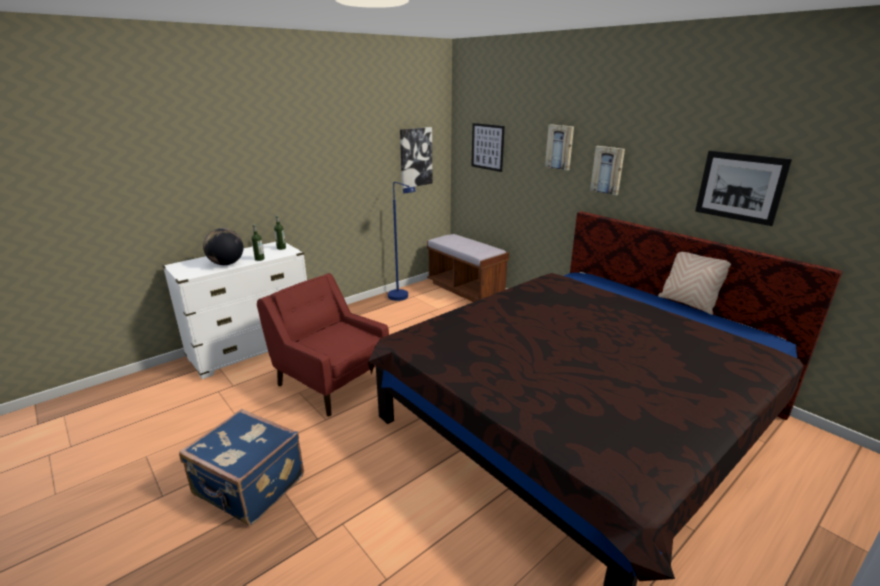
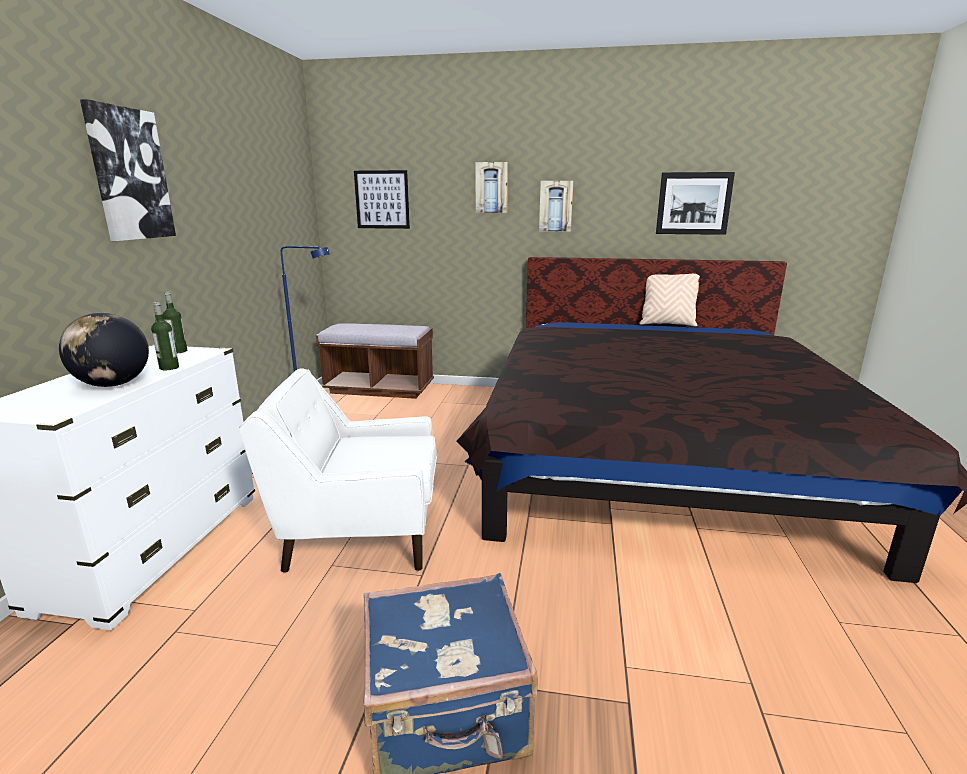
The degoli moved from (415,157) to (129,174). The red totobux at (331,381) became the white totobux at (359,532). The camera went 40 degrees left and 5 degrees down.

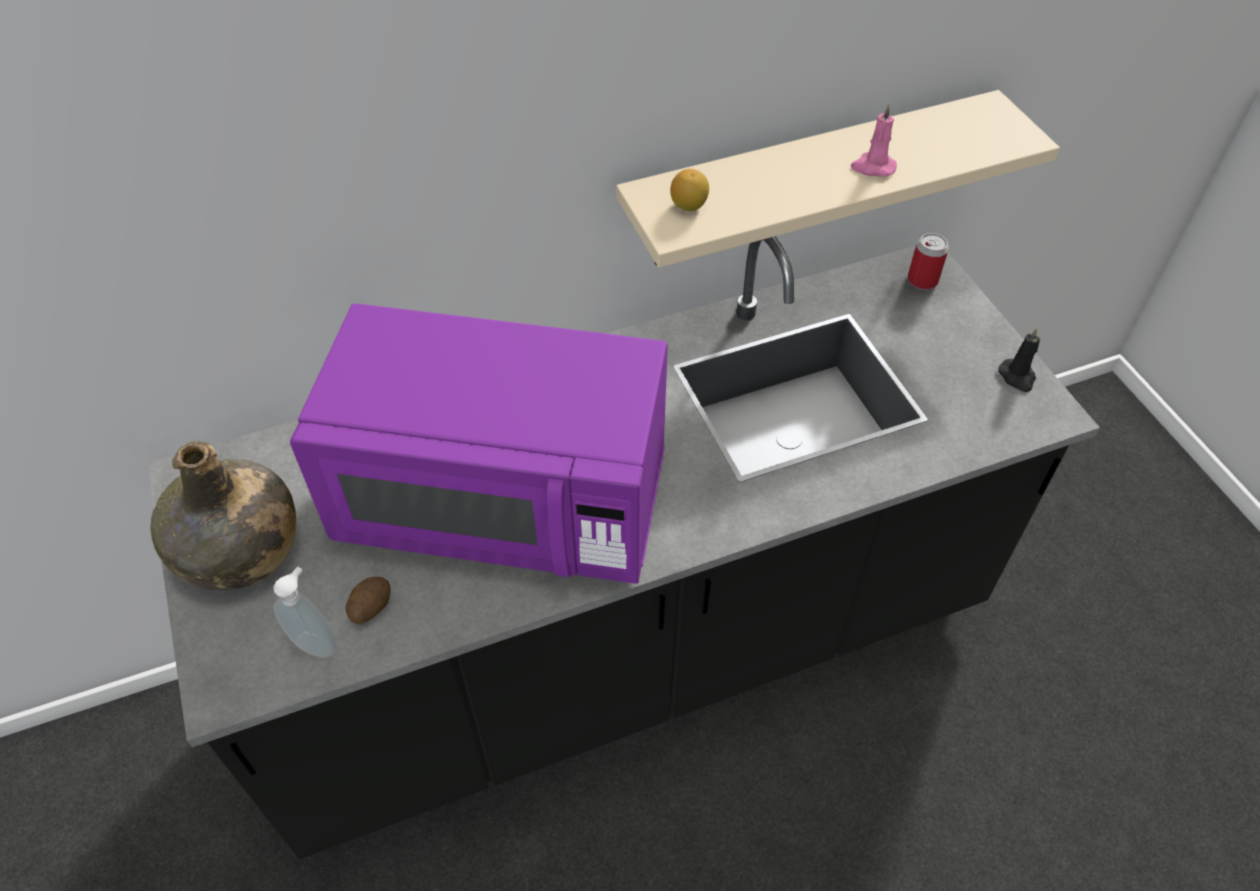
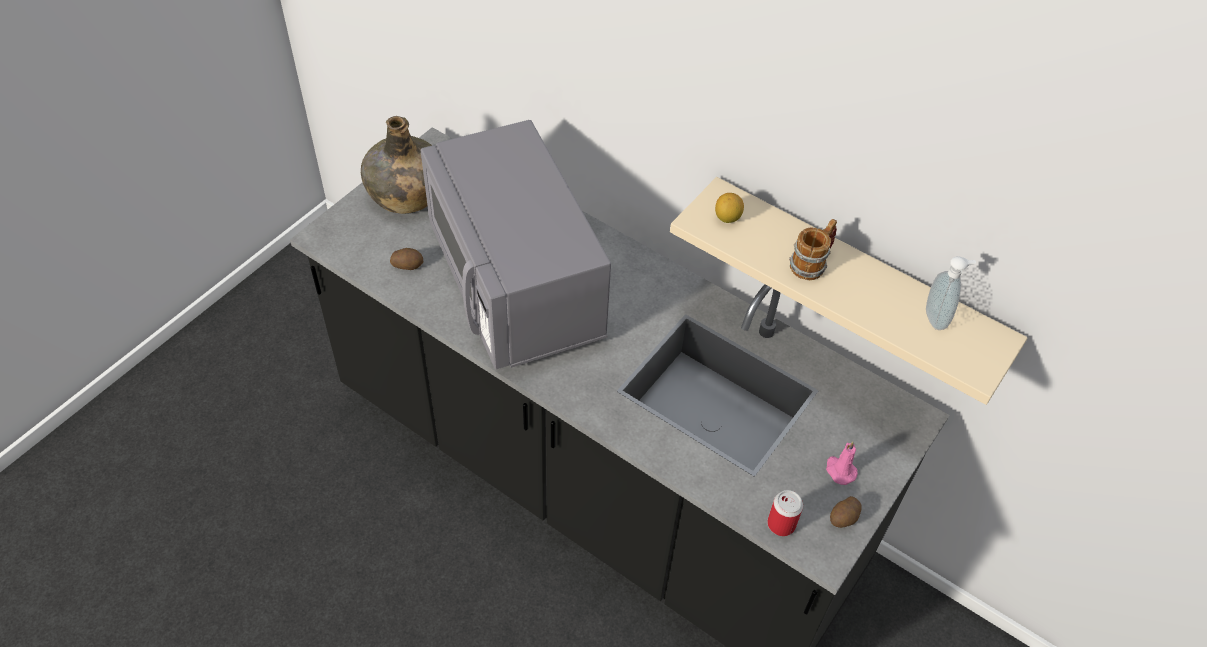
The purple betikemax at (504,502) became the grey betikemax at (515,285). The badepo moved from (922,280) to (781,524). The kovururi at (812,263) appeared. The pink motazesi moved from (872,167) to (839,470). The black motazesi at (1017,377) was replaced by the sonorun at (844,518). The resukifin moved from (316,642) to (937,318). The camera went 55 degrees right and 0 degrees up.

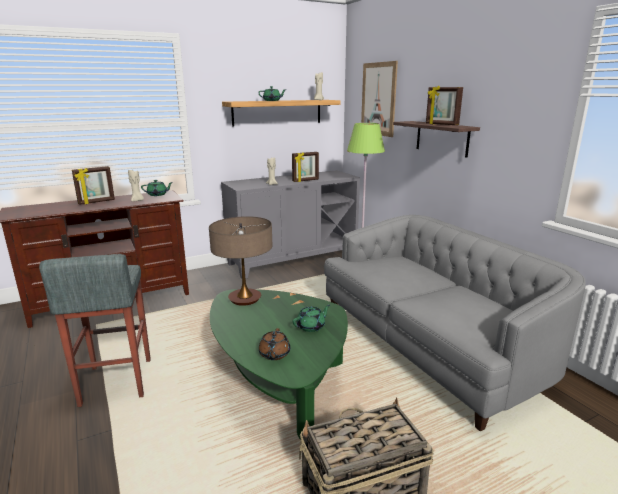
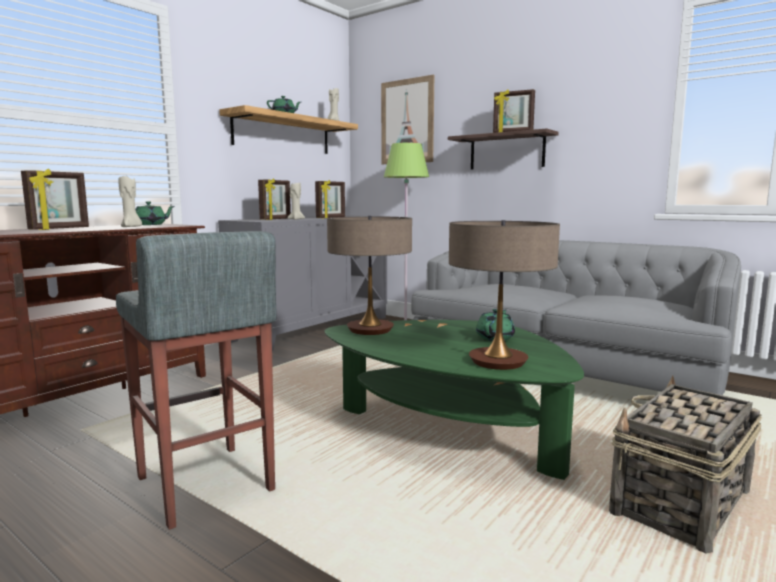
The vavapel at (276,219) appeared. The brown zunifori at (274,354) was replaced by the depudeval at (498,361). The camera went 25 degrees left and 10 degrees down.

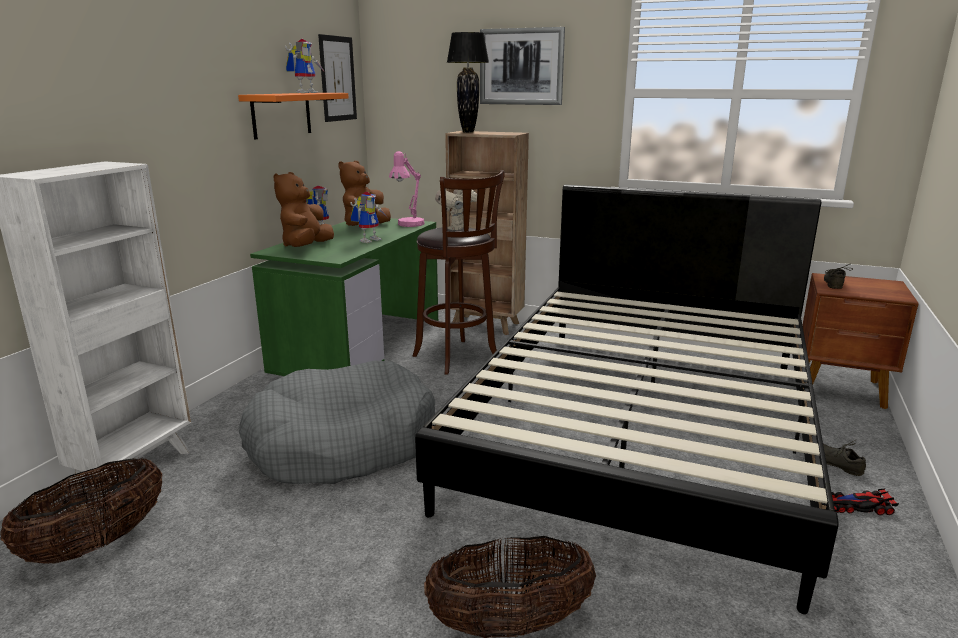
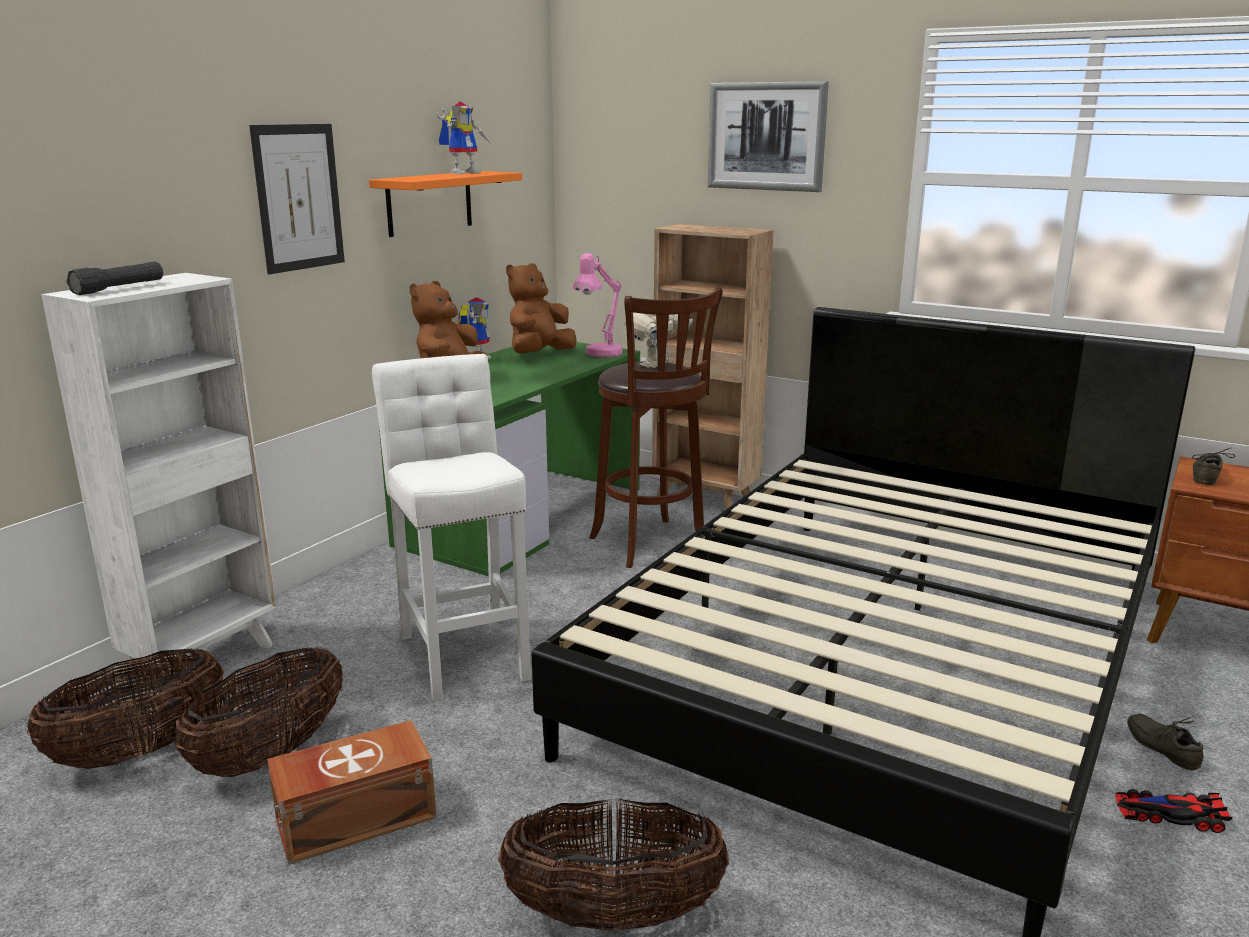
The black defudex at (119,289) appeared. The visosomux at (270,754) appeared. The degoli moved from (337,79) to (298,197). The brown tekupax at (353,817) appeared. The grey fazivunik at (342,443) was replaced by the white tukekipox at (464,652). The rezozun at (369,240) disappeared. The black depudeval at (468,132) disappeared. The camera went 10 degrees right and 0 degrees up.

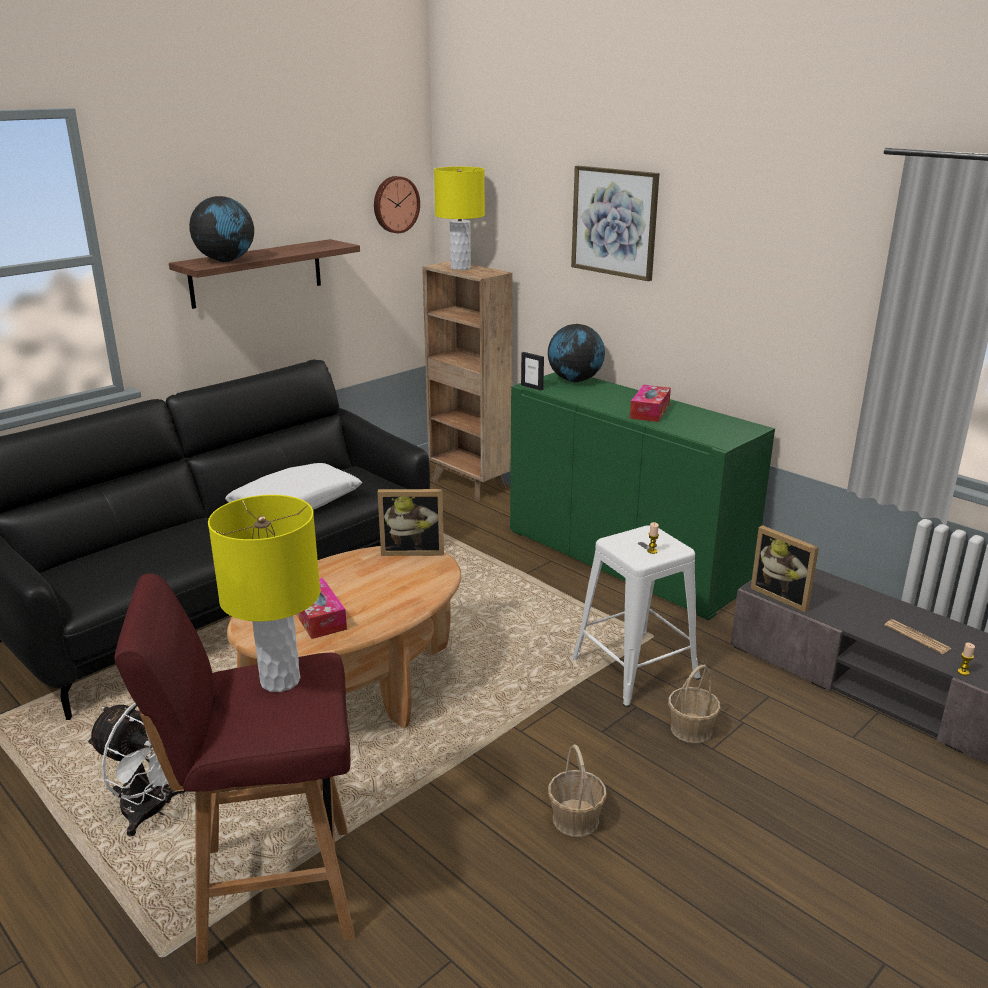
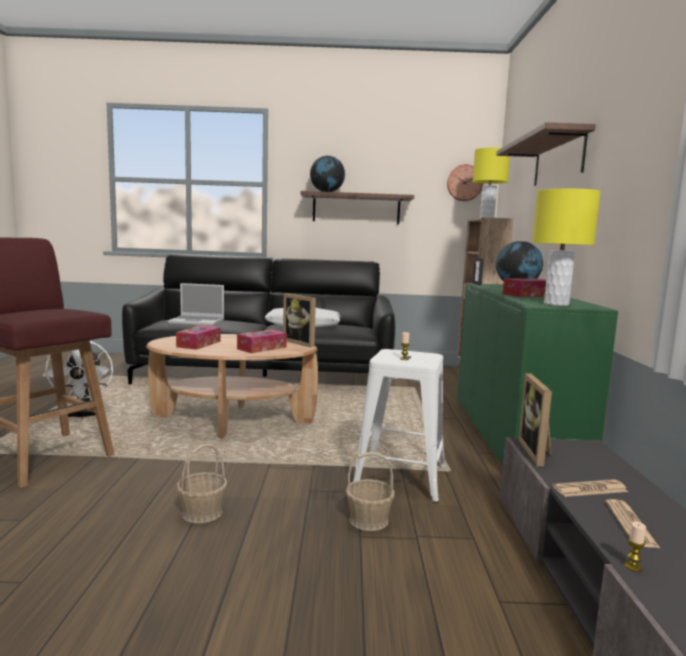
The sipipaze at (197,322) appeared. The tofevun at (262,348) appeared. The degoli at (614,222) was replaced by the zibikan at (558,160). The yellow depudeval moved from (279,680) to (556,304). The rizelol at (590,489) appeared. The camera went 45 degrees right and 15 degrees down.

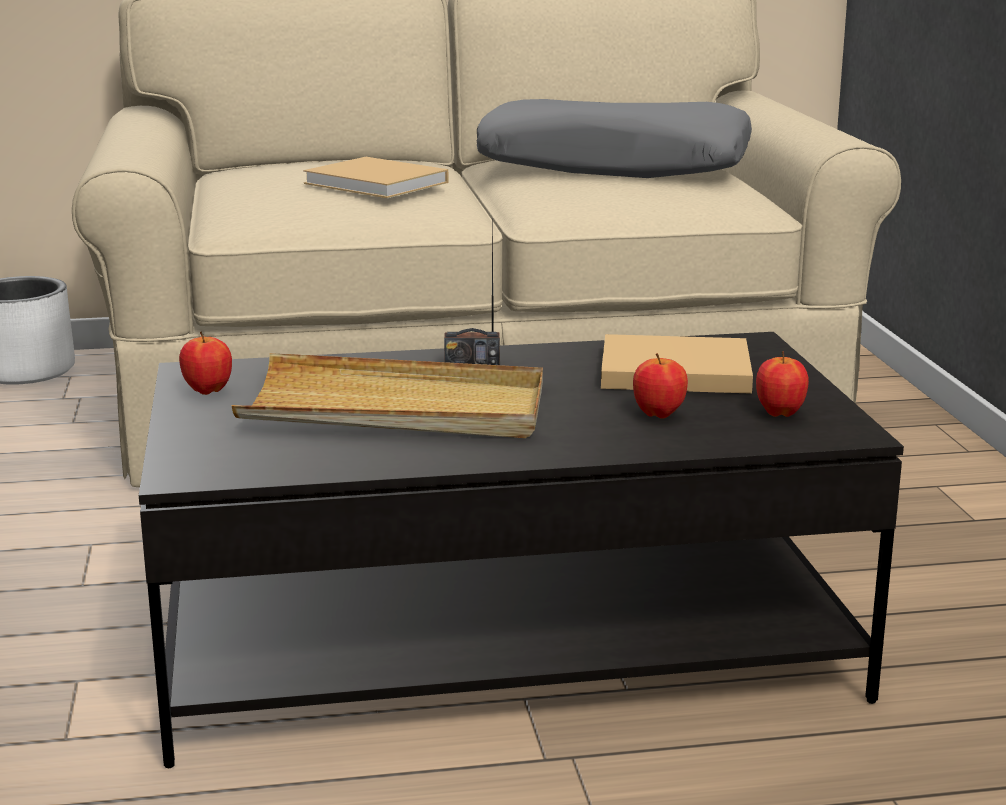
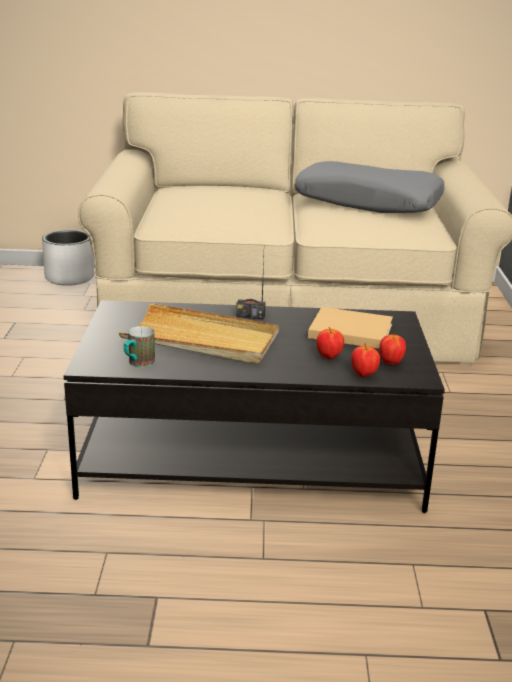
The kovururi at (138,364) appeared. The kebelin moved from (207,391) to (364,375). The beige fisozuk at (379,183) disappeared. The camera went 10 degrees right and 5 degrees up.

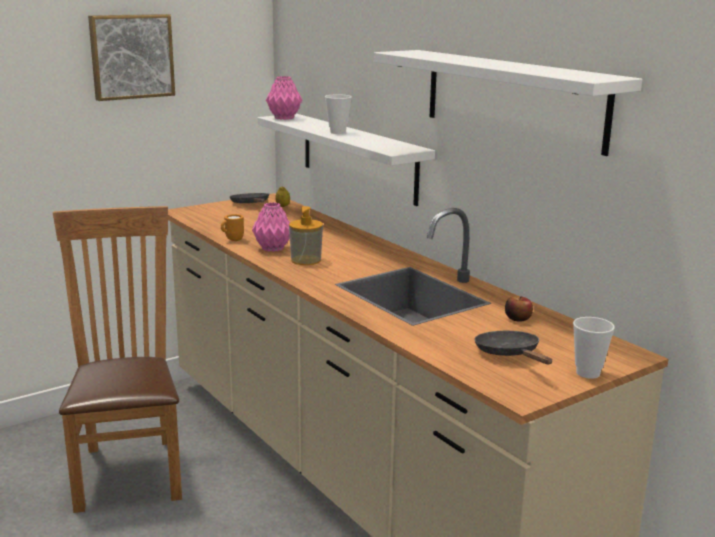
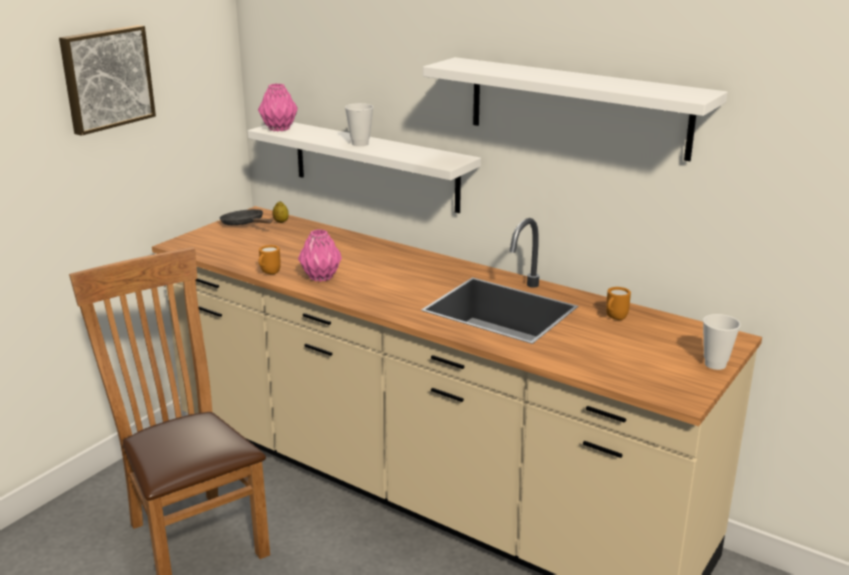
The kebelin at (518,318) was replaced by the orange kovururi at (614,318). The resukifin at (306,260) disappeared. The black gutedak at (510,354) disappeared. The camera went 20 degrees left and 5 degrees up.

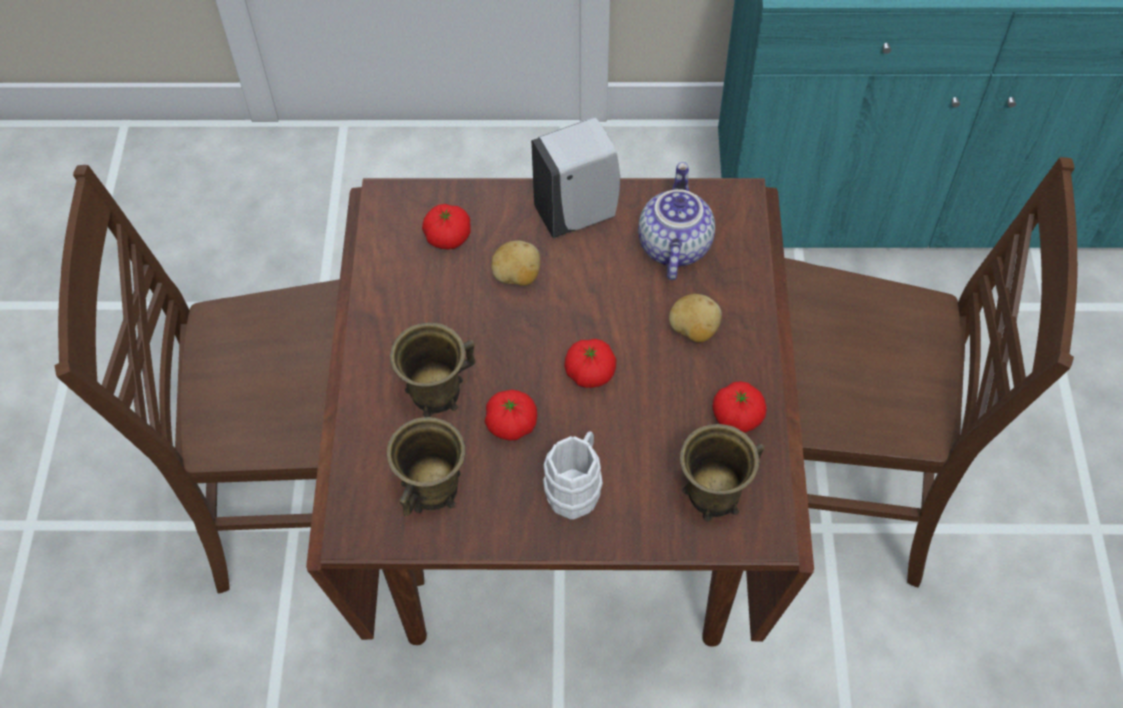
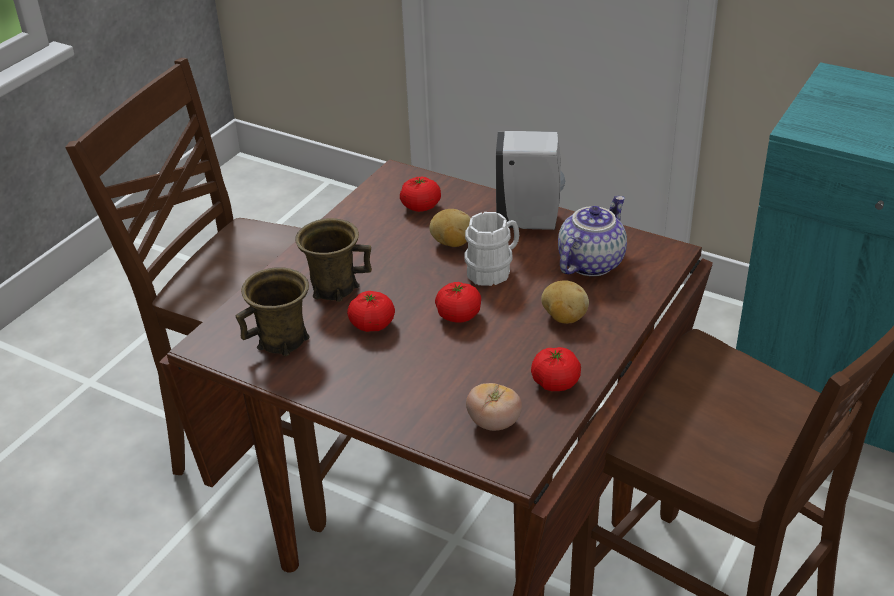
The white kovururi moved from (576,486) to (494,269). The brown kovururi at (713,493) was replaced by the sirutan at (494,423). The camera went 30 degrees right and 20 degrees down.

